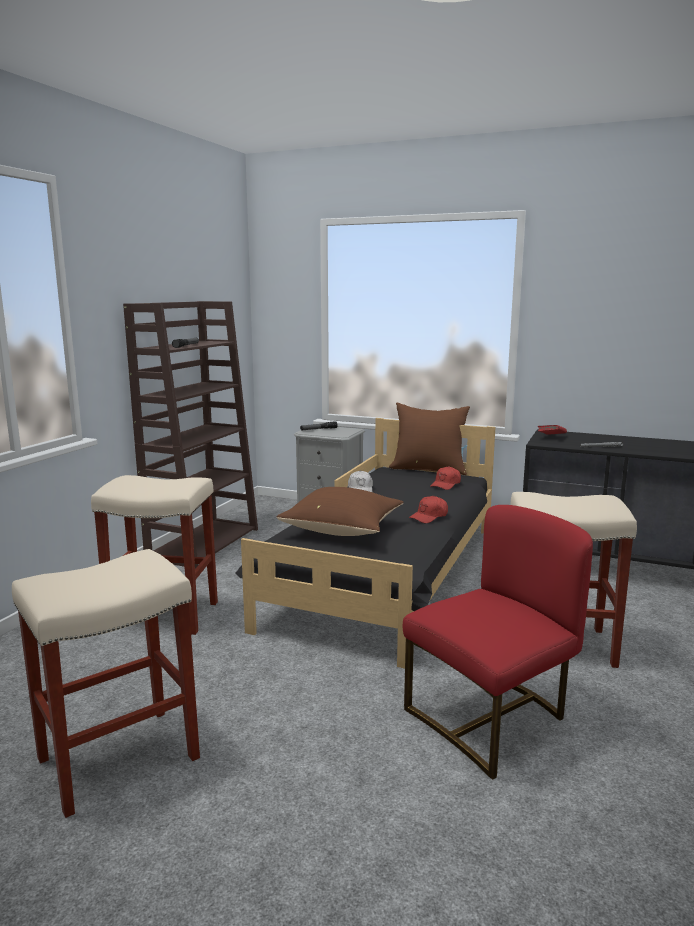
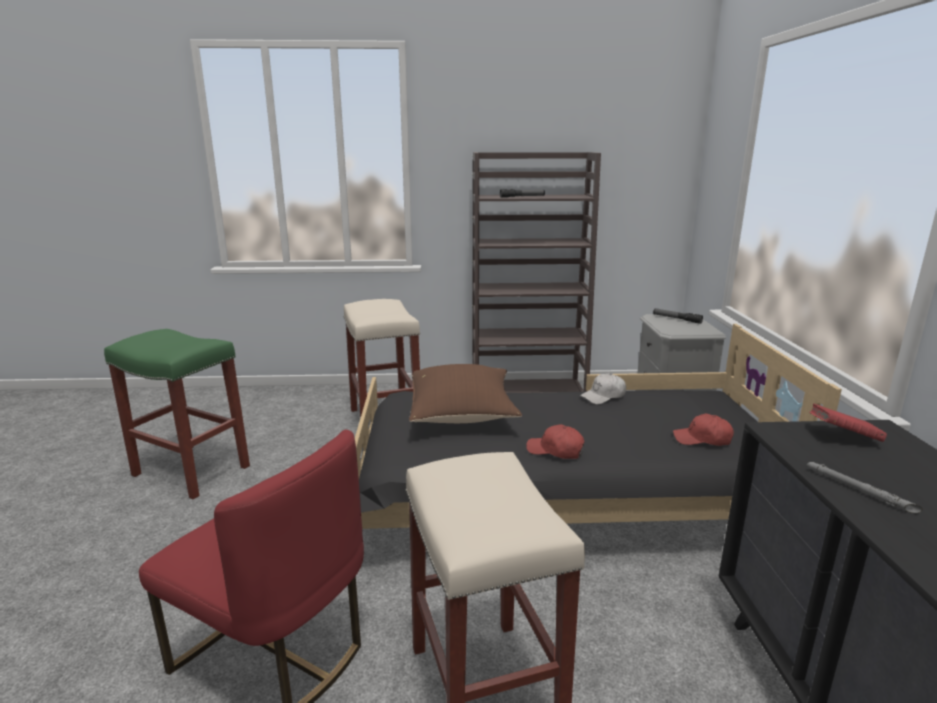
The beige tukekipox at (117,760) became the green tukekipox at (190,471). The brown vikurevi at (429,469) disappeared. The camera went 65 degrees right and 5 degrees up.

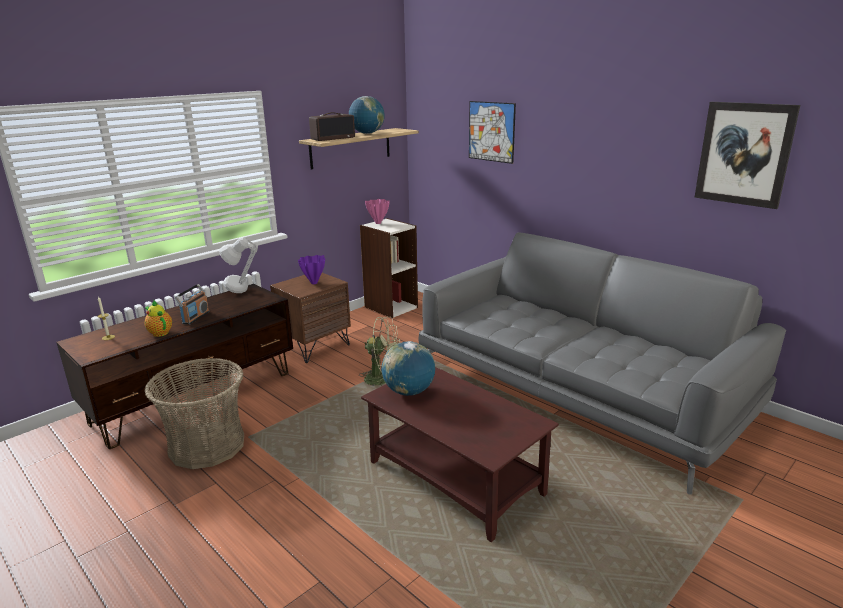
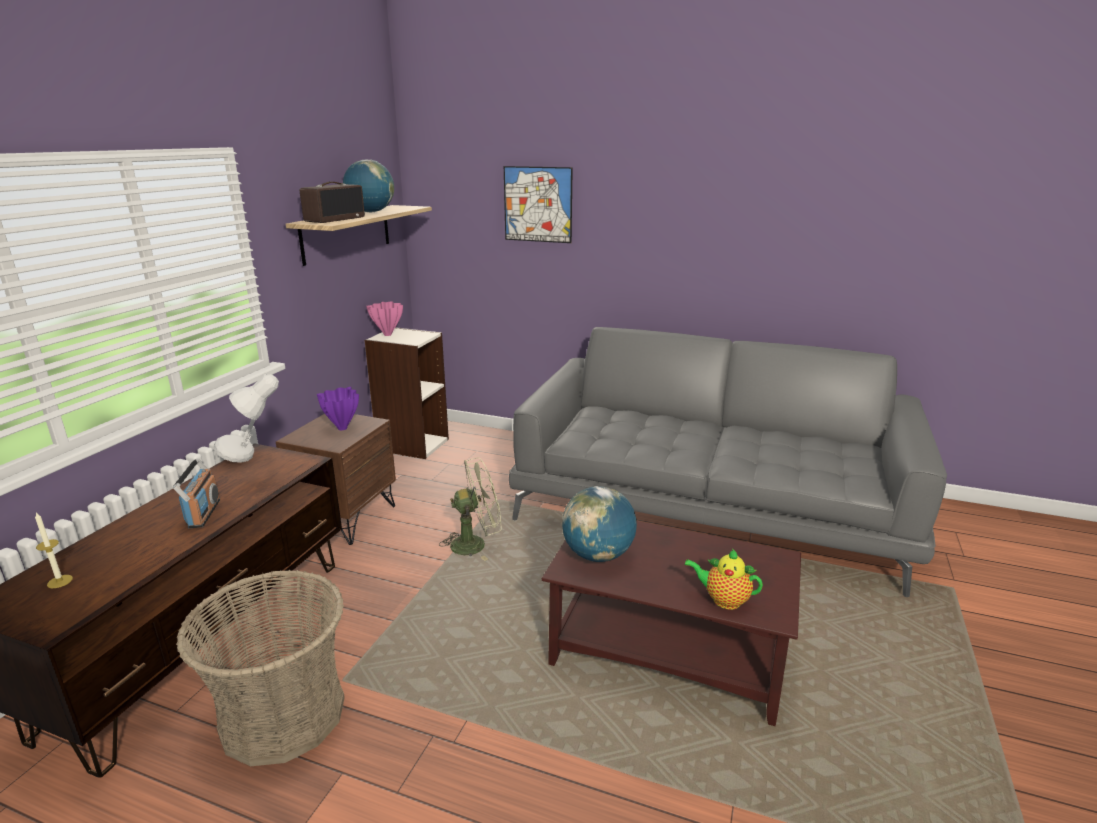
The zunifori moved from (159,332) to (723,600). The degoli at (744,154) disappeared. The camera went 25 degrees left and 0 degrees up.

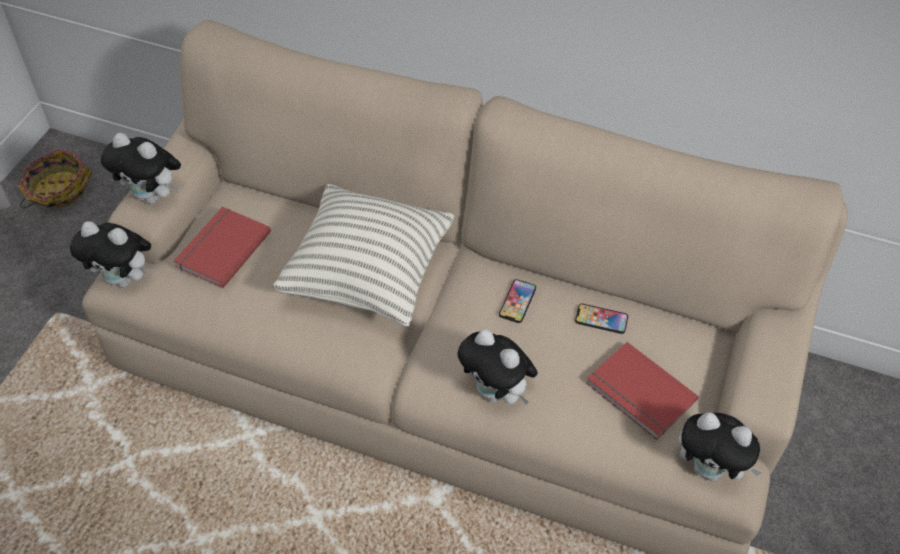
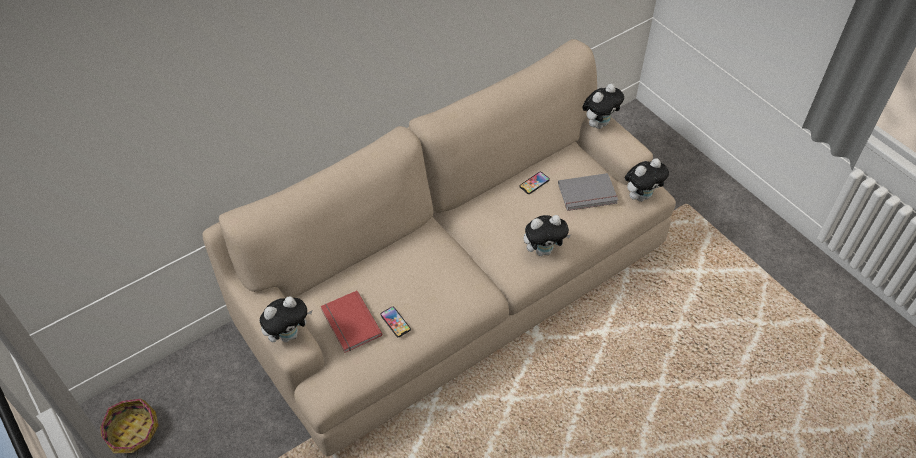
The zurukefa moved from (517,301) to (395,322). The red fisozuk at (639,394) became the grey fisozuk at (588,195). The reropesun moved from (124,279) to (599,123). The vikurevi at (368,276) disappeared. The camera went 55 degrees left and 0 degrees up.

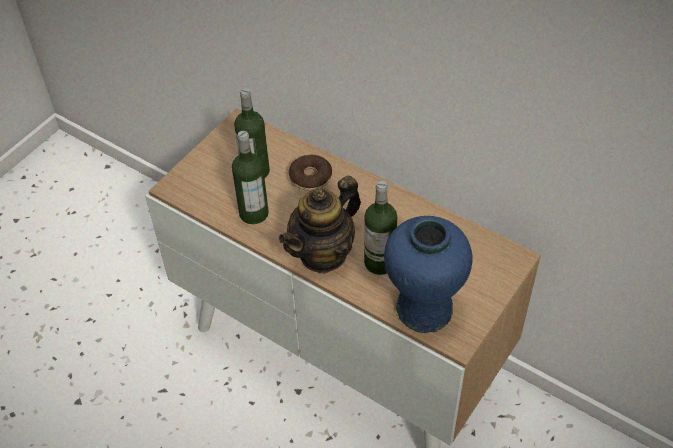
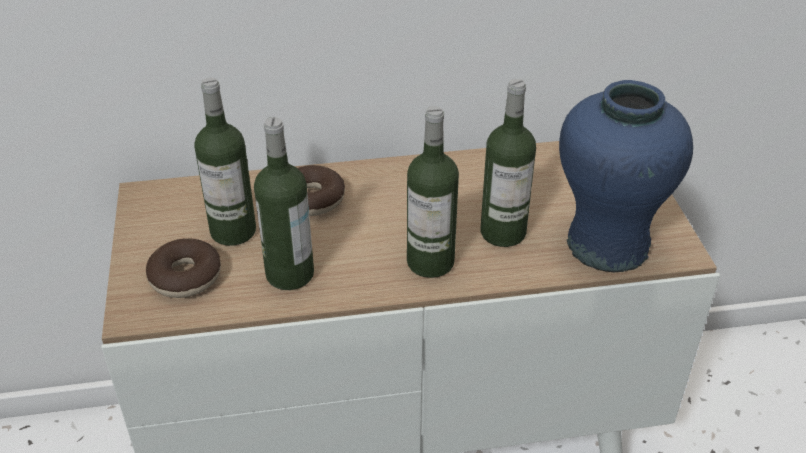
The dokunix at (185,277) appeared. The zunifori at (323,253) was replaced by the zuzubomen at (430,262). The camera went 45 degrees left and 10 degrees down.

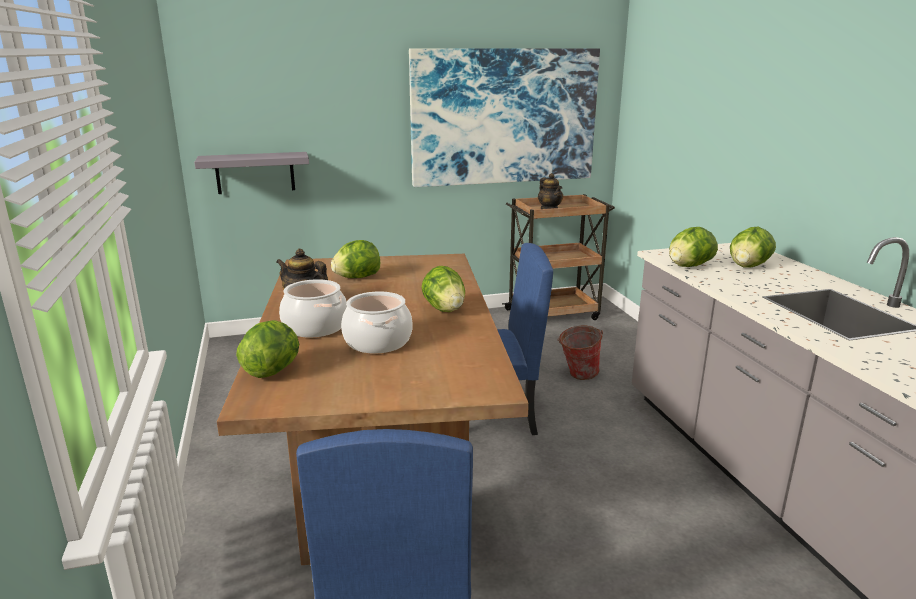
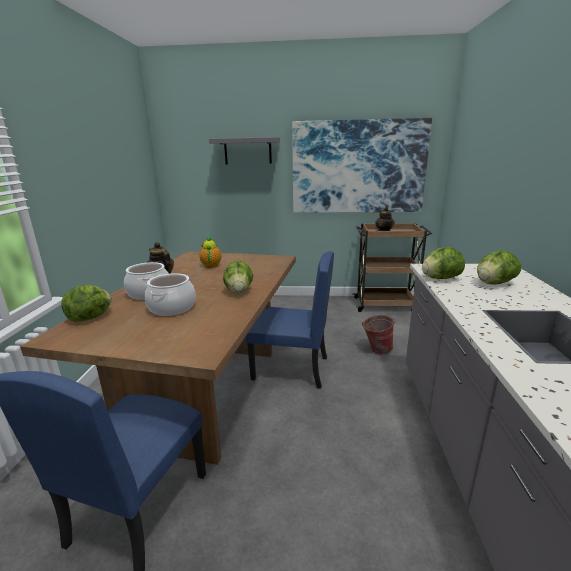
The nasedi at (357,277) was replaced by the zunifori at (211,265). The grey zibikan moved from (255,173) to (248,151). The camera went 20 degrees right and 0 degrees up.

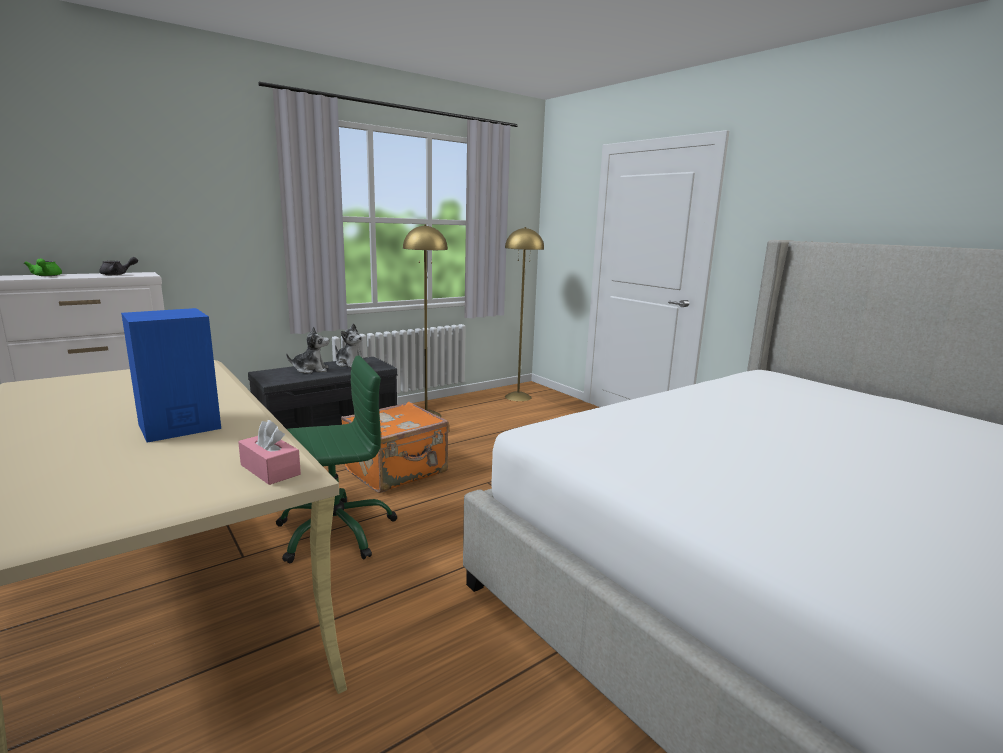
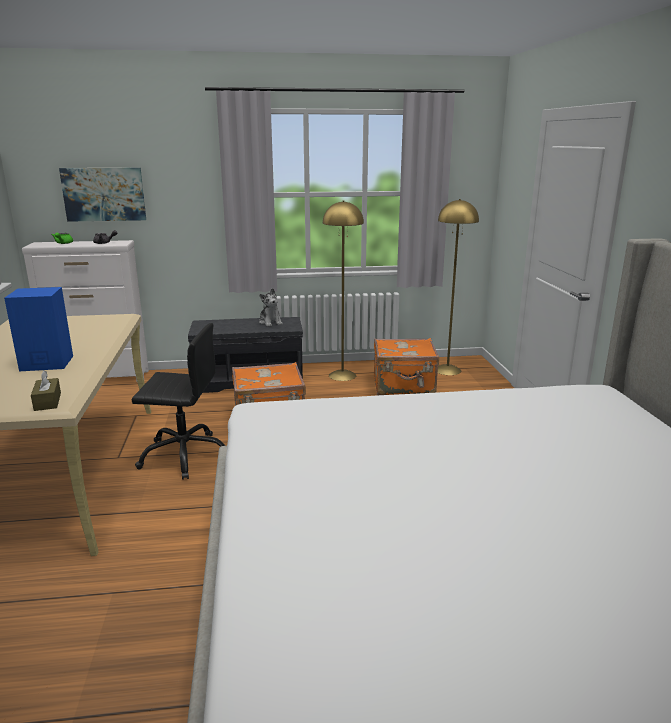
The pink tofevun at (270,470) became the brown tofevun at (47,401). The degoli at (104,194) appeared. The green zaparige at (335,531) became the black zaparige at (185,455). The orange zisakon at (404,387) appeared. The reropesun at (311,370) disappeared. The camera went 30 degrees right and 5 degrees up.

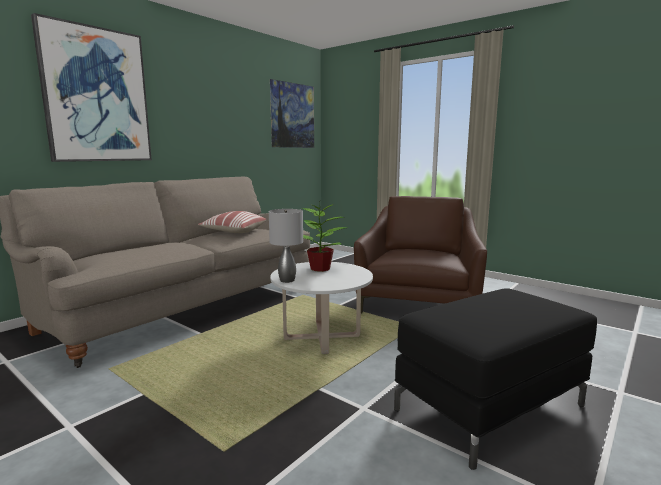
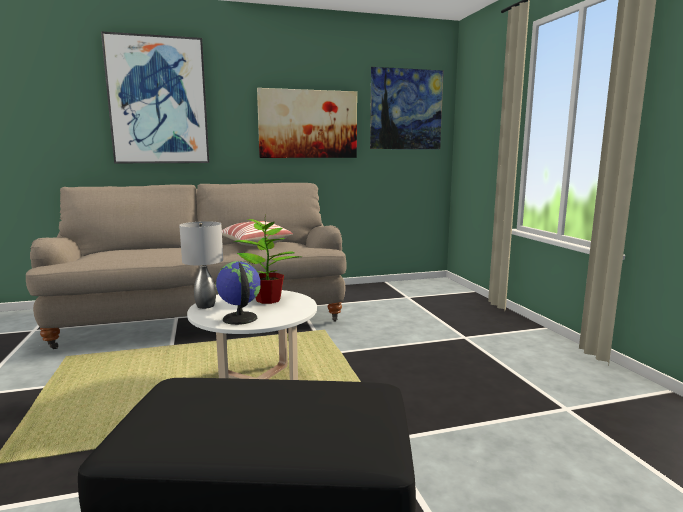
The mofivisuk at (239,318) appeared. The degoli at (308,124) appeared. The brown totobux at (418,302) disappeared. The camera went 35 degrees right and 0 degrees up.

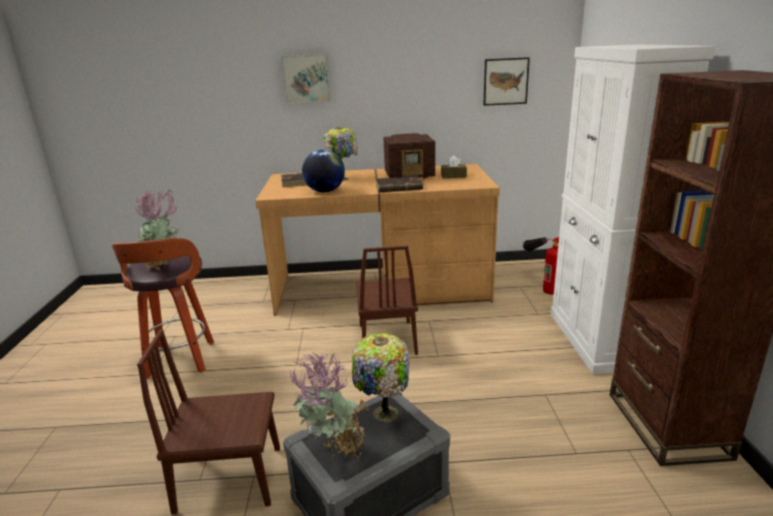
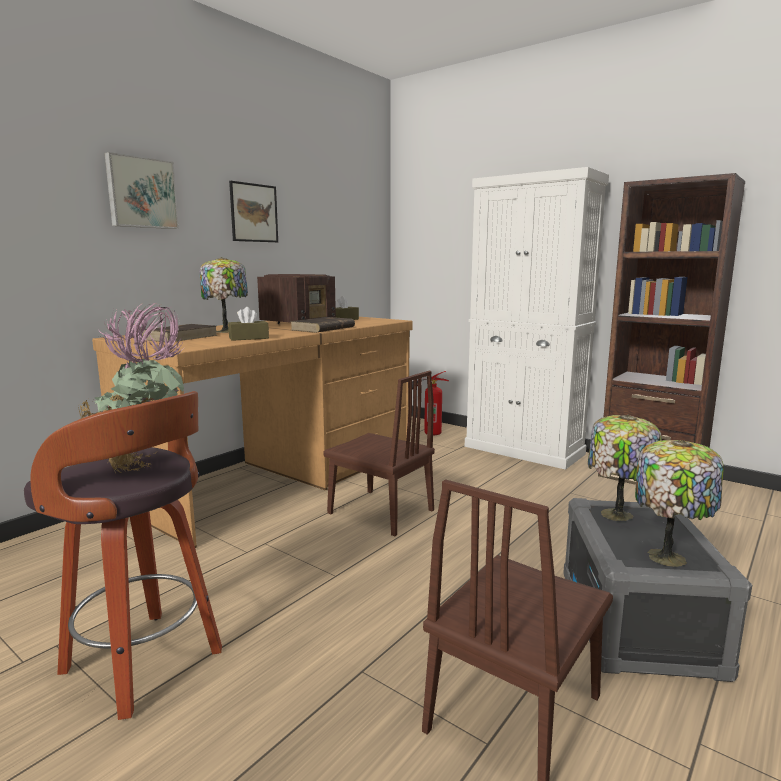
The mofivisuk at (325,191) was replaced by the brown tofevun at (248,338). The degoli moved from (505,81) to (254,213). The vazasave at (335,454) was replaced by the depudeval at (669,557). The camera went 50 degrees left and 10 degrees down.

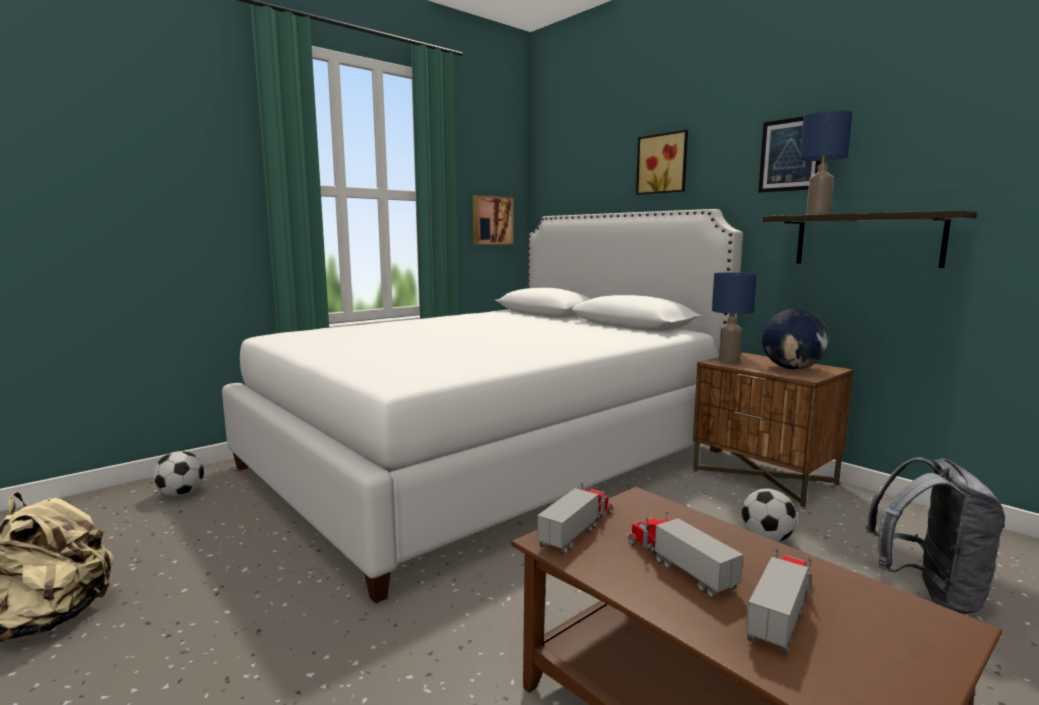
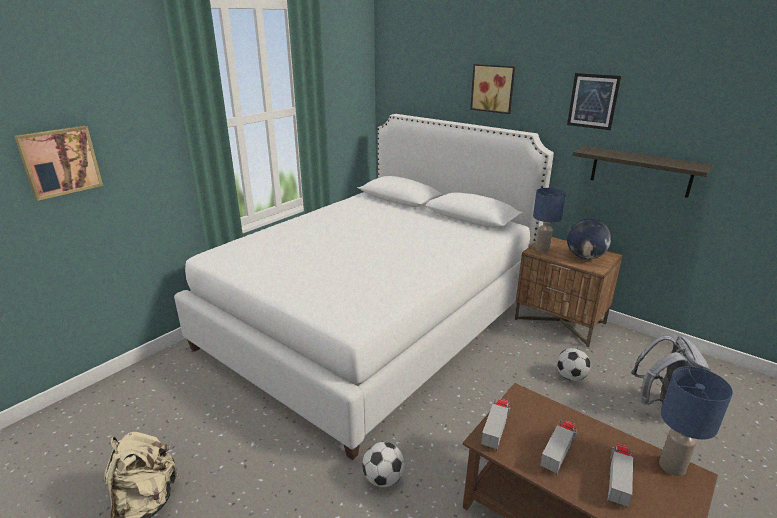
The degoli moved from (491,220) to (60,161). The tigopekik moved from (181,494) to (383,478). The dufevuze at (677,565) turned 75 degrees clockwise. The blue depudeval moved from (818,214) to (673,467). The camera went 10 degrees left and 15 degrees up.

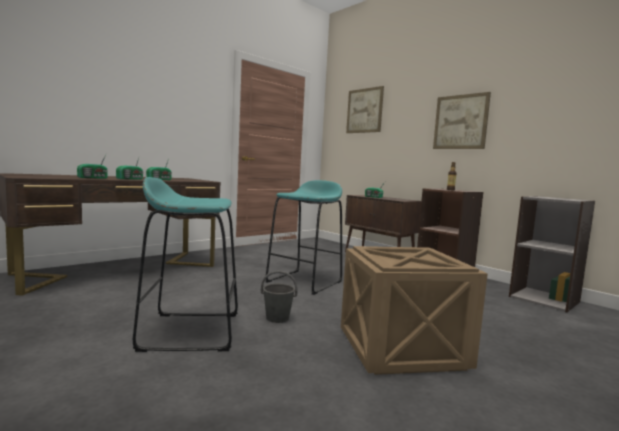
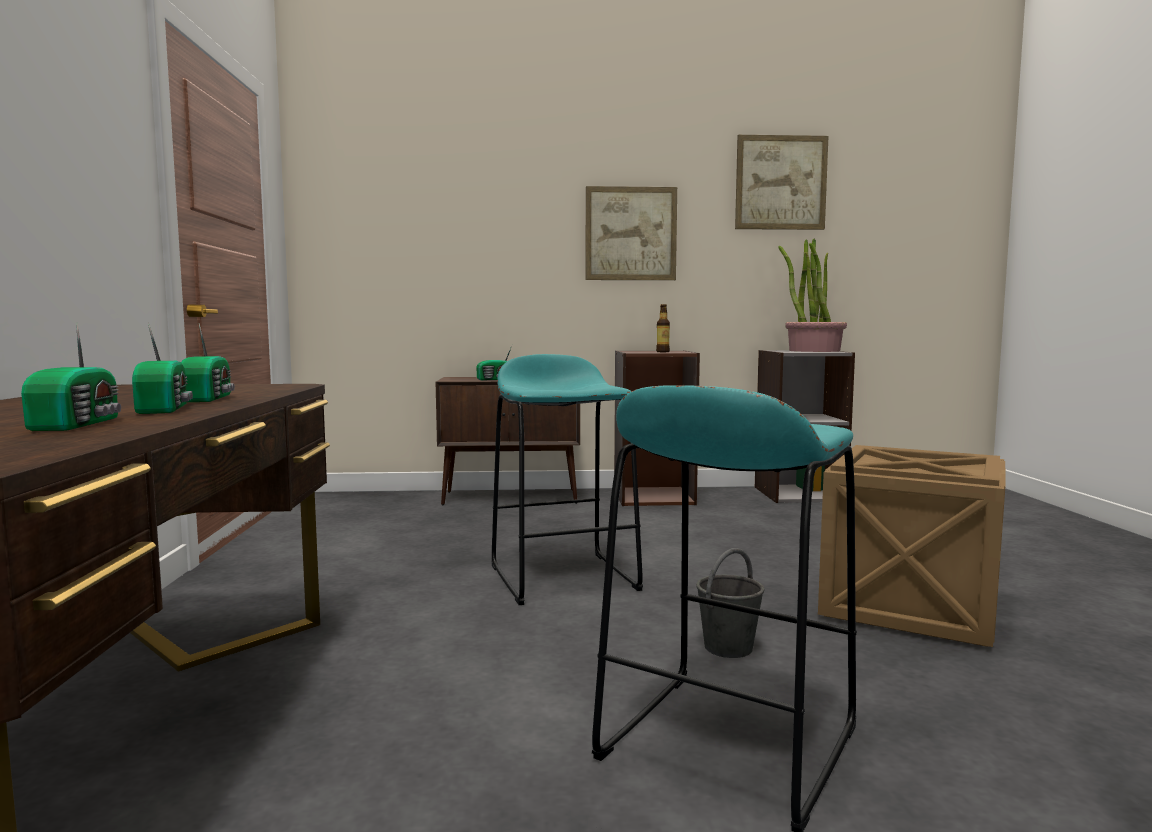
The degoli moved from (364,110) to (780,183). The vazasave at (813,351) appeared. The camera went 50 degrees left and 0 degrees up.

